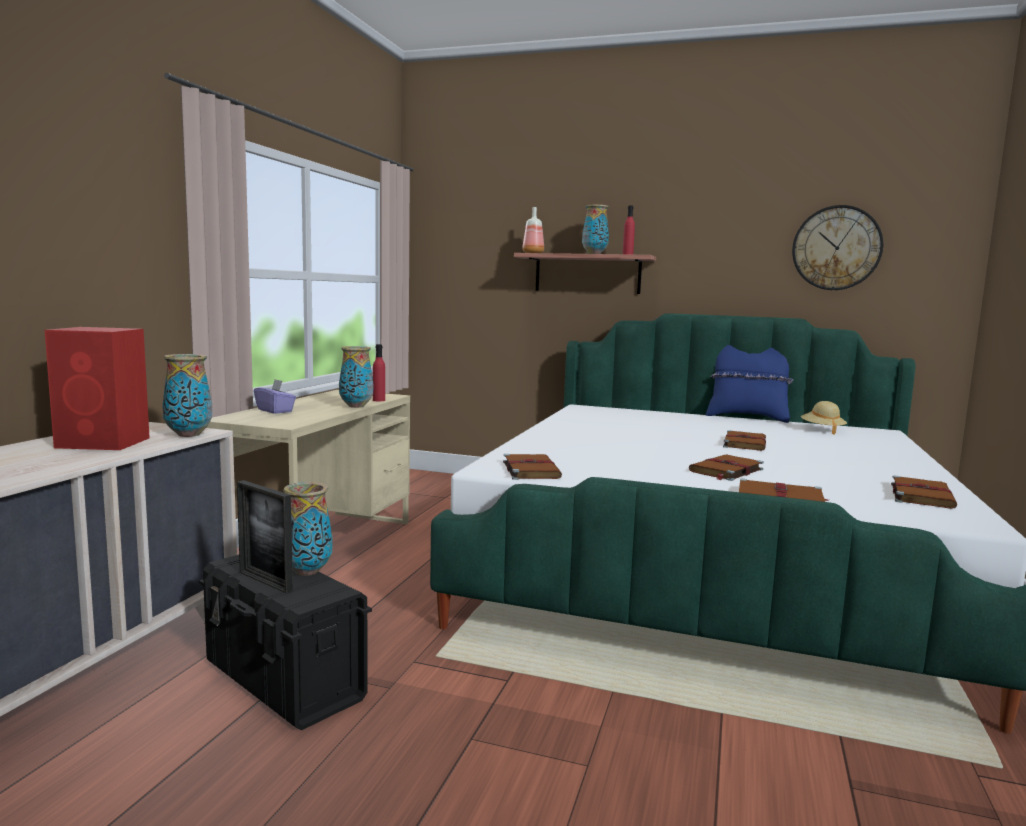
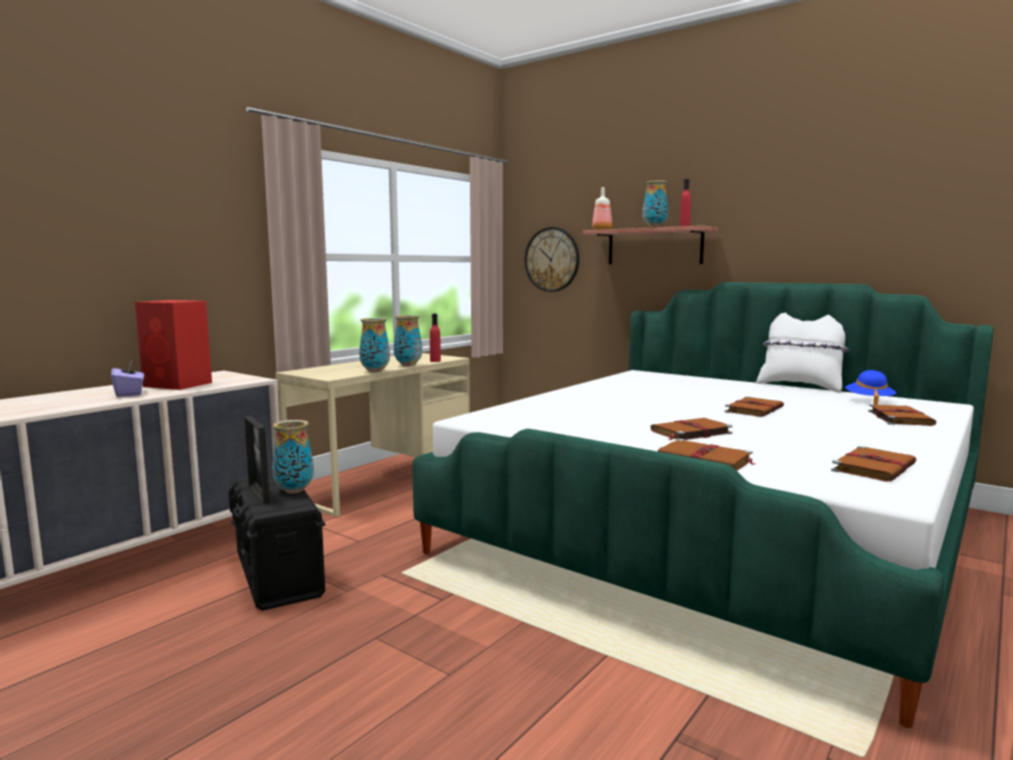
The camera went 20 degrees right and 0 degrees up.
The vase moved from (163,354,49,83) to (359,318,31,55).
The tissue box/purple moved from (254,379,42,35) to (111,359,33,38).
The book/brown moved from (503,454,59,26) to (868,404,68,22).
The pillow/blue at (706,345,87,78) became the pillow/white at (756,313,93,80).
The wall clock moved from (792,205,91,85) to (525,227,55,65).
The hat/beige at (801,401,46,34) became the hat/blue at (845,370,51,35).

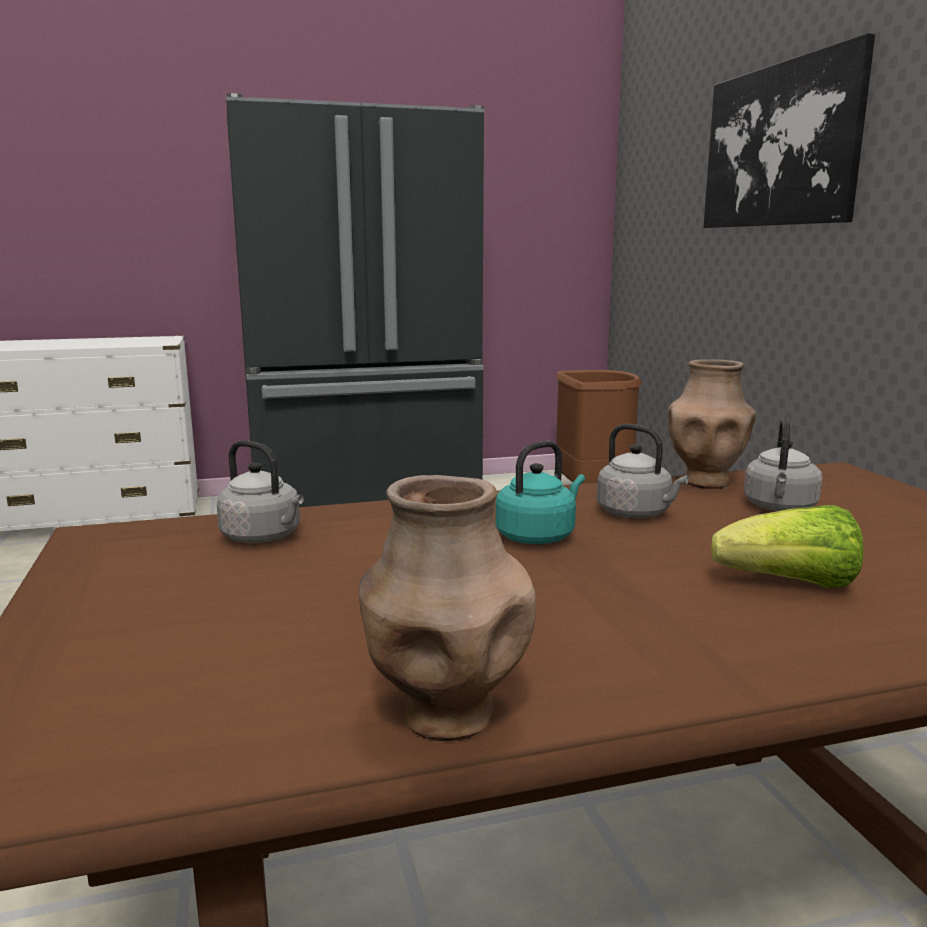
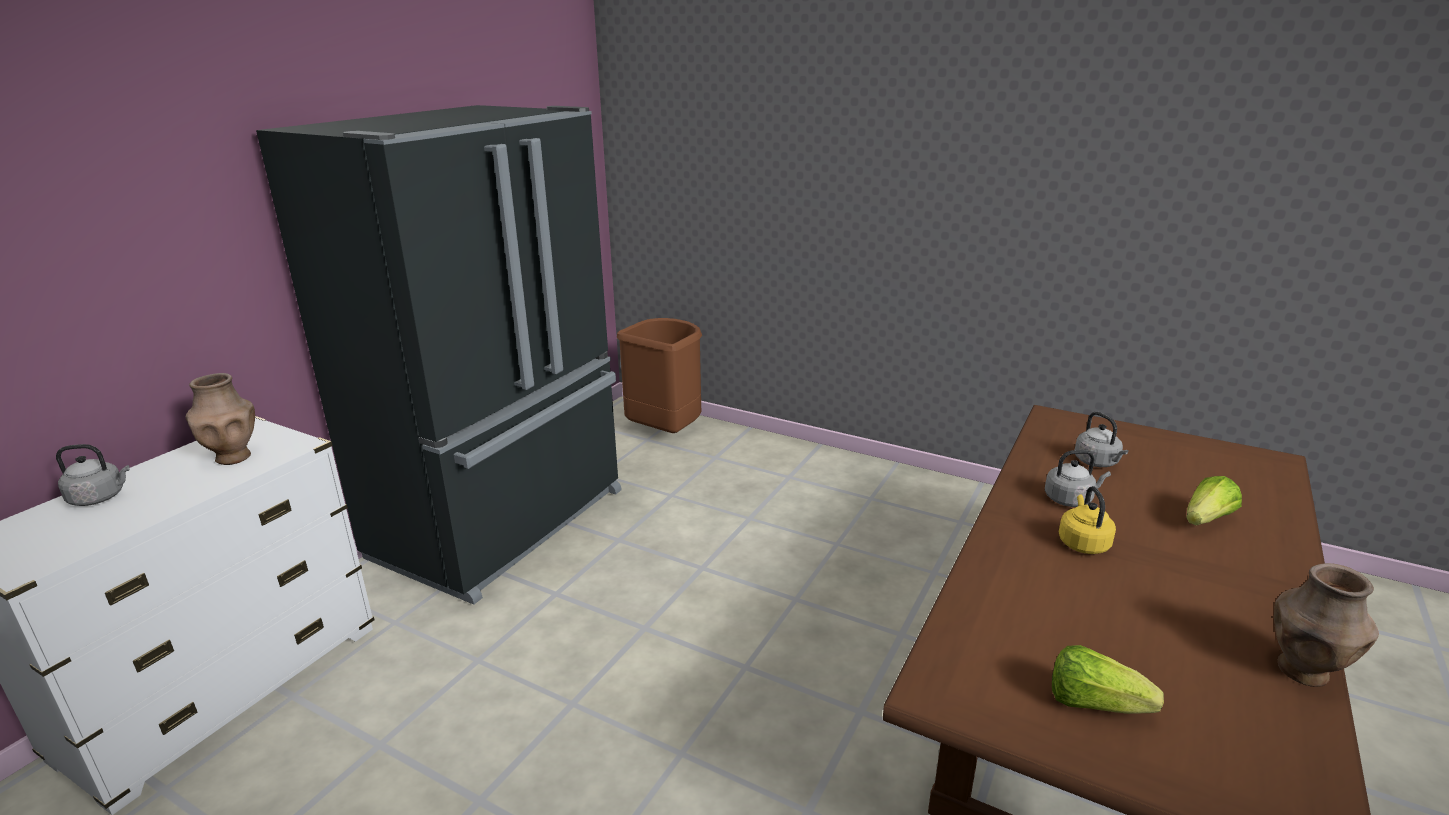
The camera went 45 degrees left and 10 degrees up.
The kettle/grey moved from (217,440,87,103) to (56,444,74,62).
The kettle/turquoise at (495,441,90,103) became the kettle/yellow at (1059,486,57,68).
The vase/brown moved from (668,359,88,130) to (186,373,69,92).
The picture at (703,33,172,195) disappeared.
The lettuce at (1052,645,112,69) appeared.

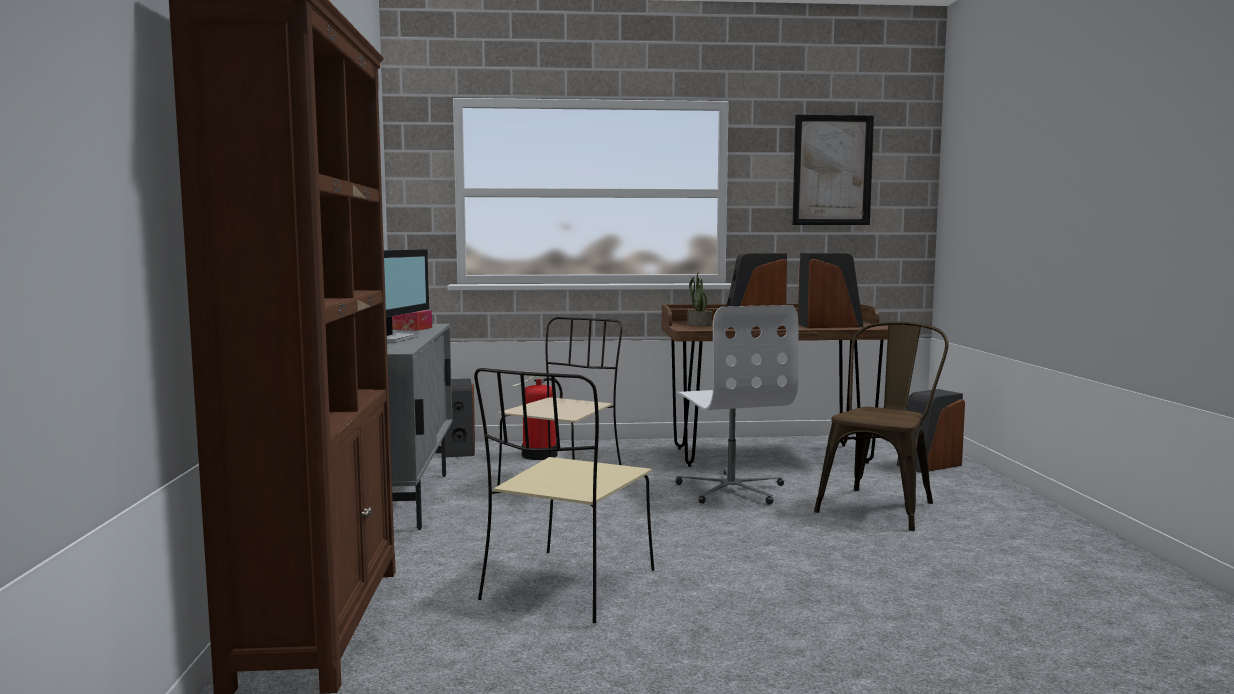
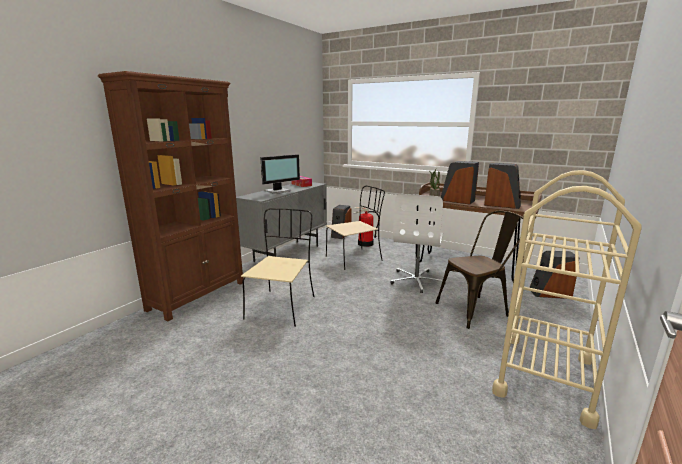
The camera went 35 degrees right and 10 degrees up.
The chair/beige at (474,368,180,255) turned 135 degrees clockwise.
The picture at (792,114,82,111) disappeared.
The cart/beige at (492,170,150,259) appeared.

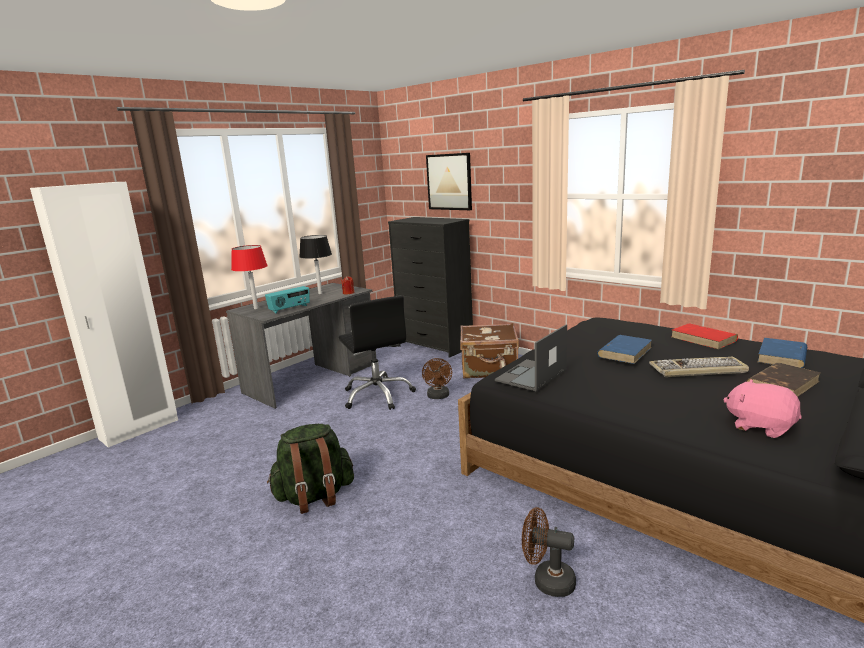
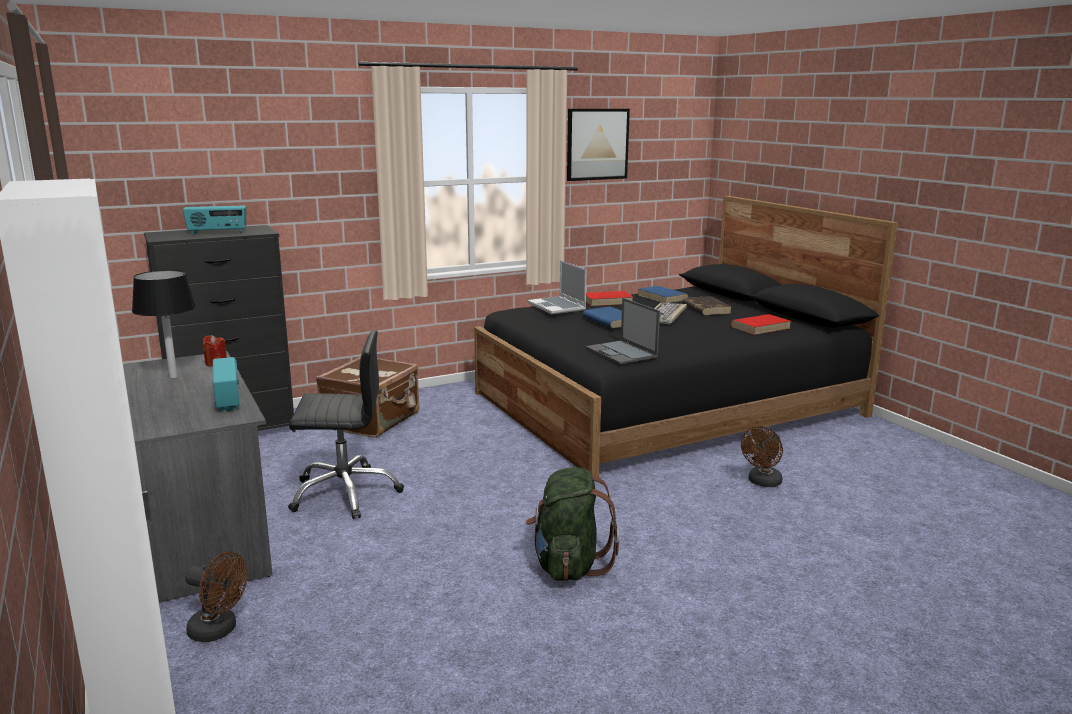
The camera went 70 degrees left and 0 degrees up.
The table lamp/red at (231,245,37,65) disappeared.
The fan/brown moved from (422,358,30,41) to (185,552,62,90).
The picture moved from (426,153,46,57) to (567,109,63,72).
The plush toy/pink at (723,379,79,59) was replaced by the book/red at (730,314,61,21).
The radio at (183,205,63,29) appeared.
The laptop at (528,260,59,54) appeared.

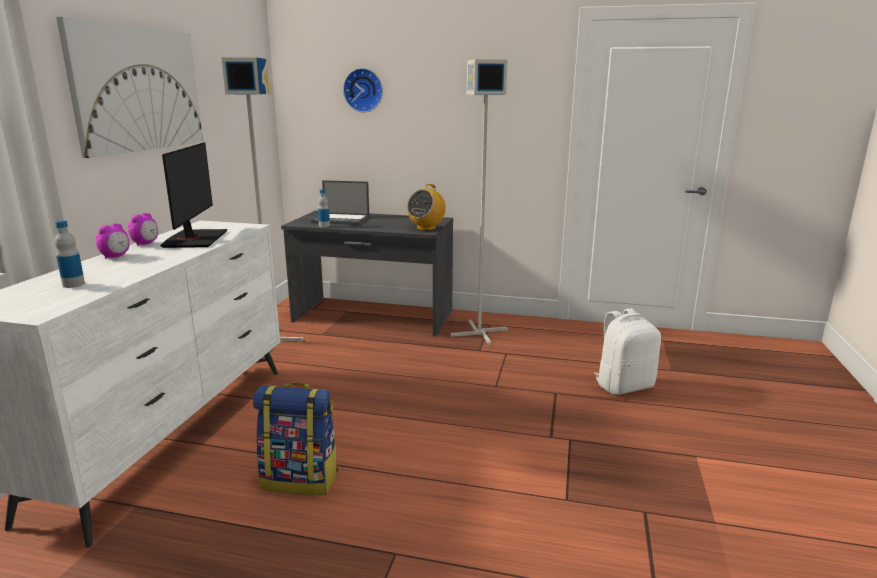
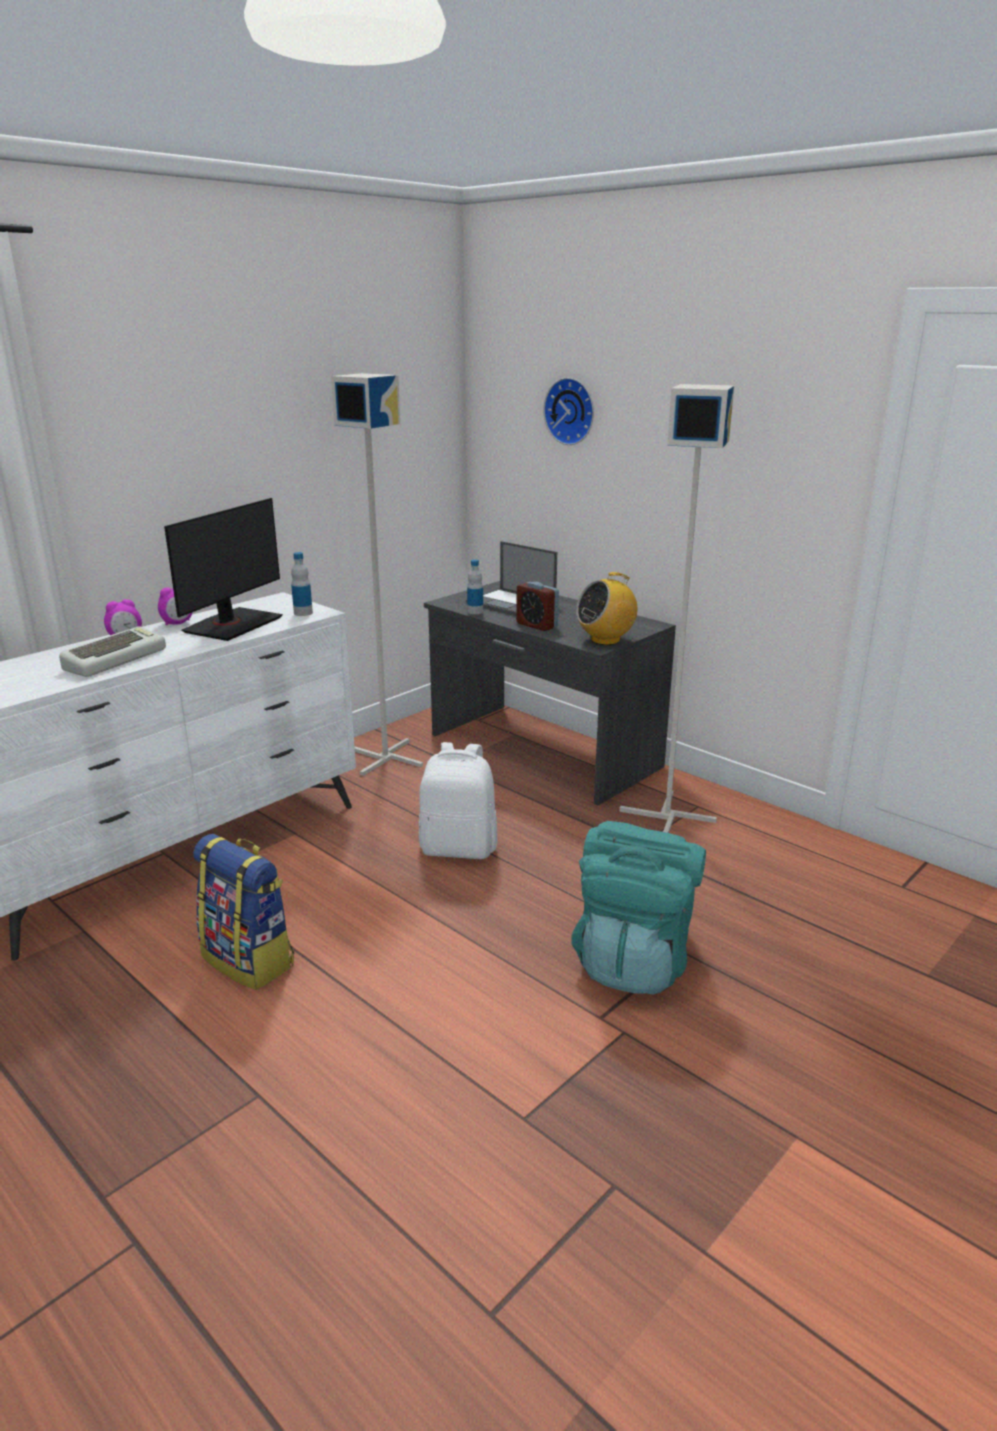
The camera went 30 degrees right and 5 degrees up.
The bottle moved from (55,220,30,68) to (291,552,22,64).
The picture at (56,16,147,142) disappeared.
The backpack/white moved from (594,308,67,87) to (419,742,79,117).
The keyboard at (59,626,107,51) appeared.
The alarm clock at (516,582,43,49) appeared.
The backpack/turquoise at (571,821,135,174) appeared.

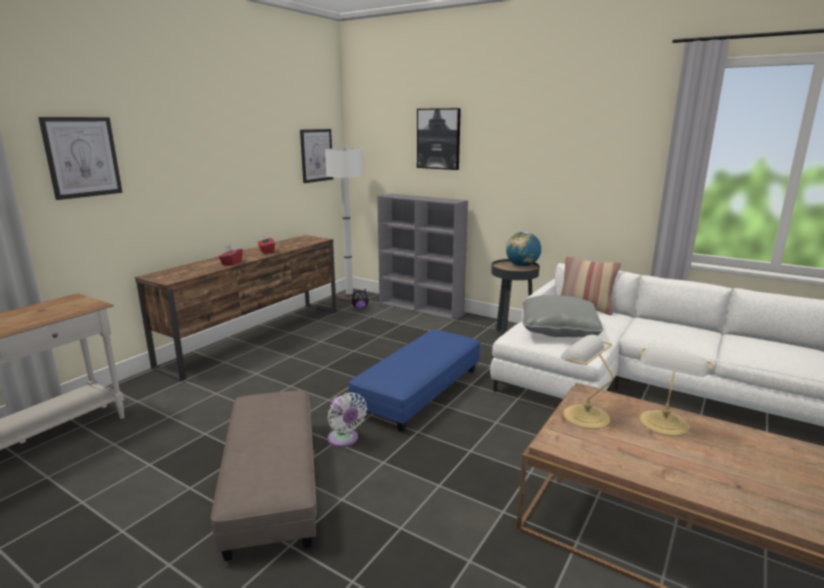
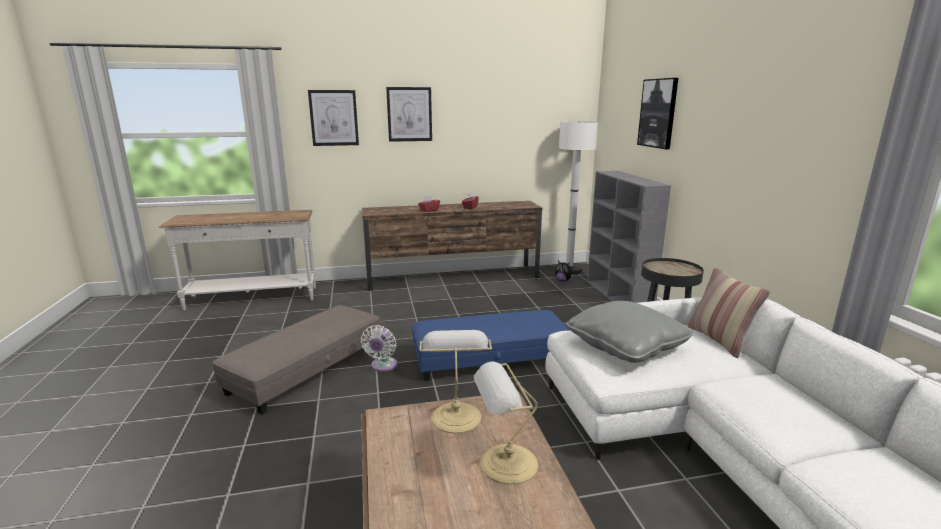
The camera went 45 degrees right and 0 degrees up.
The picture moved from (300,129,33,54) to (386,87,46,55).
The globe at (506,232,35,35) disappeared.

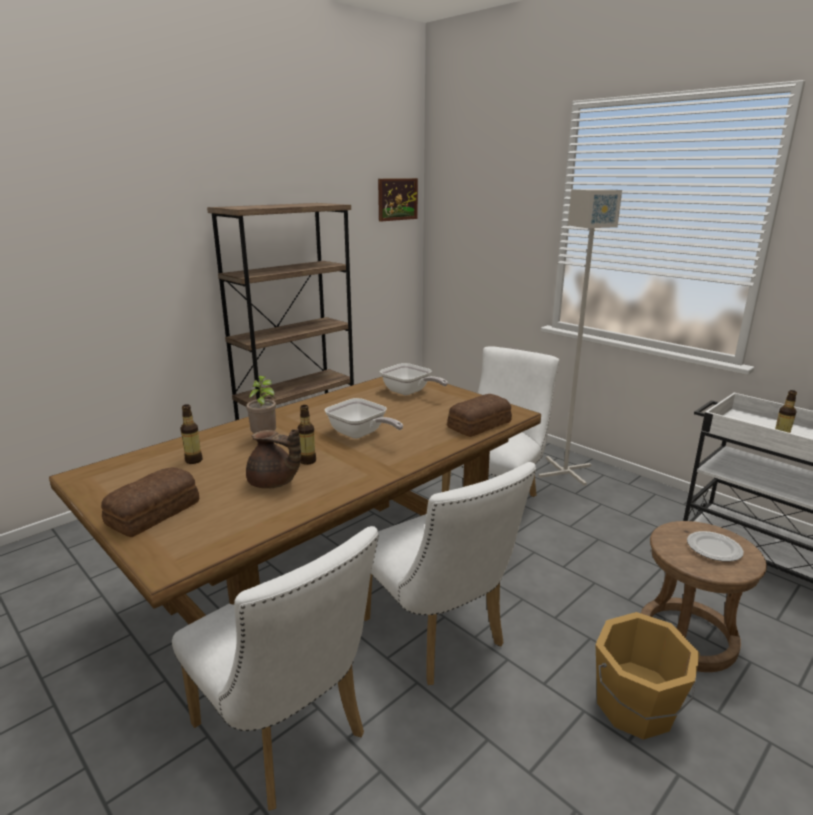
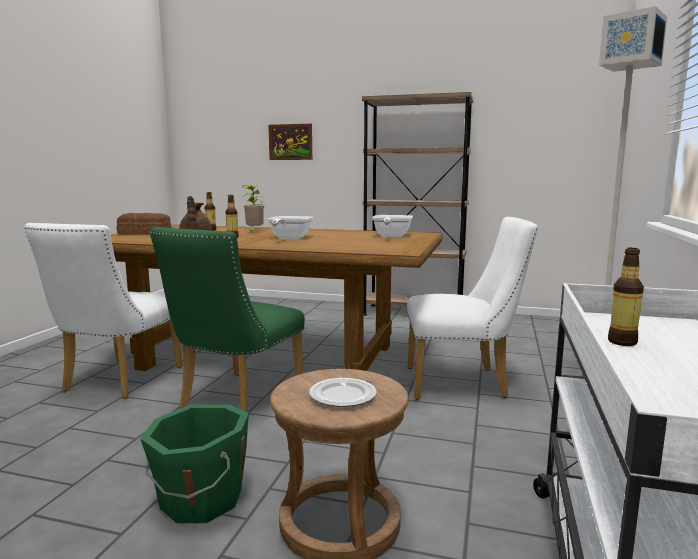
The camera went 60 degrees right and 10 degrees down.
The chair/white at (364,462,173,223) became the chair/green at (149,227,156,185).
The picture moved from (378,178,40,44) to (268,124,44,36).
The bread at (447,394,65,43) disappeared.
The bucket/orange at (595,612,105,128) became the bucket/green at (140,404,109,119).

